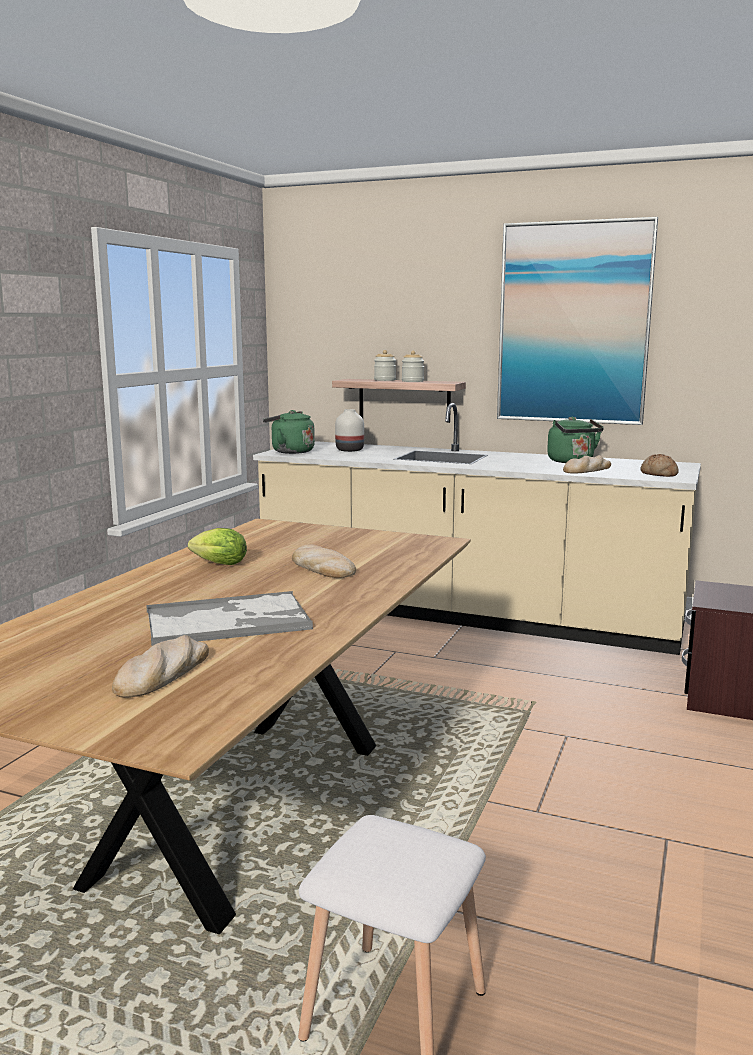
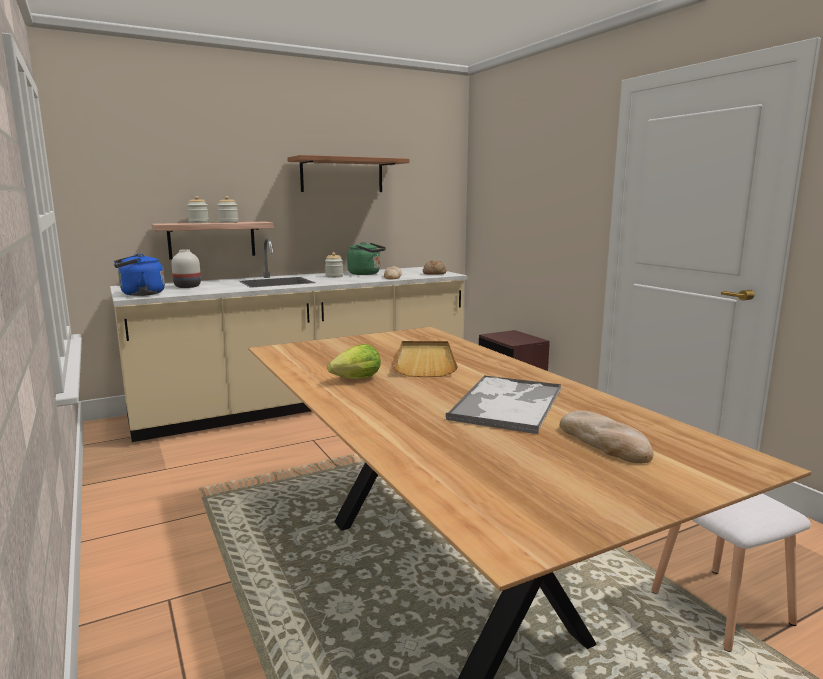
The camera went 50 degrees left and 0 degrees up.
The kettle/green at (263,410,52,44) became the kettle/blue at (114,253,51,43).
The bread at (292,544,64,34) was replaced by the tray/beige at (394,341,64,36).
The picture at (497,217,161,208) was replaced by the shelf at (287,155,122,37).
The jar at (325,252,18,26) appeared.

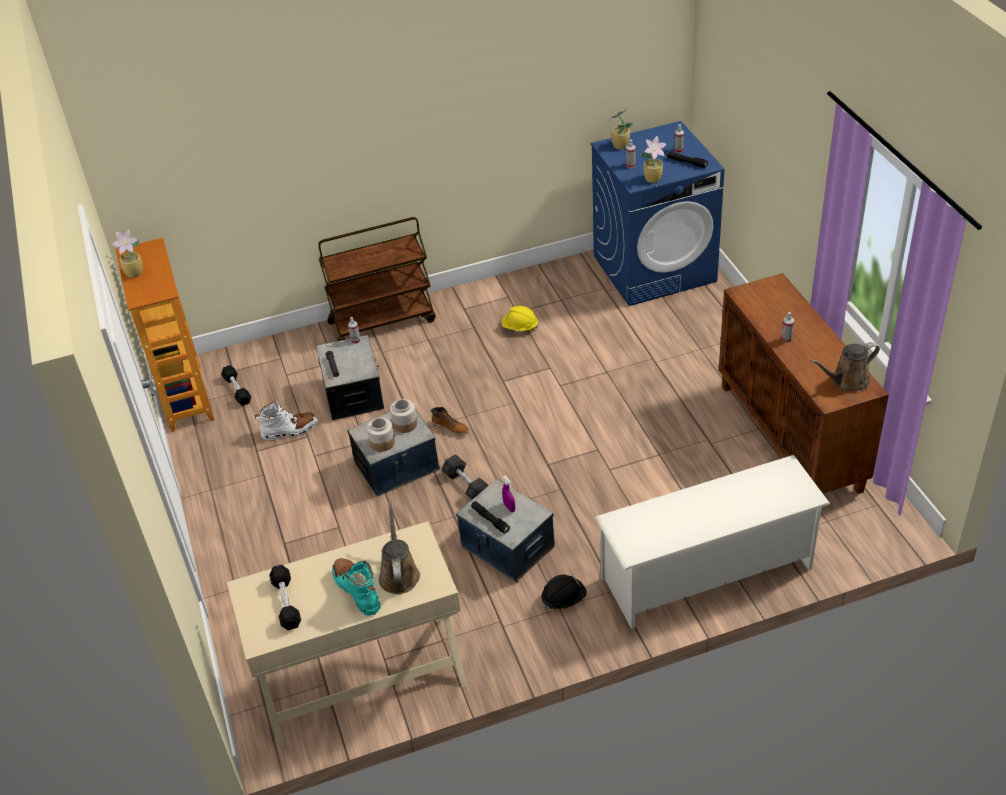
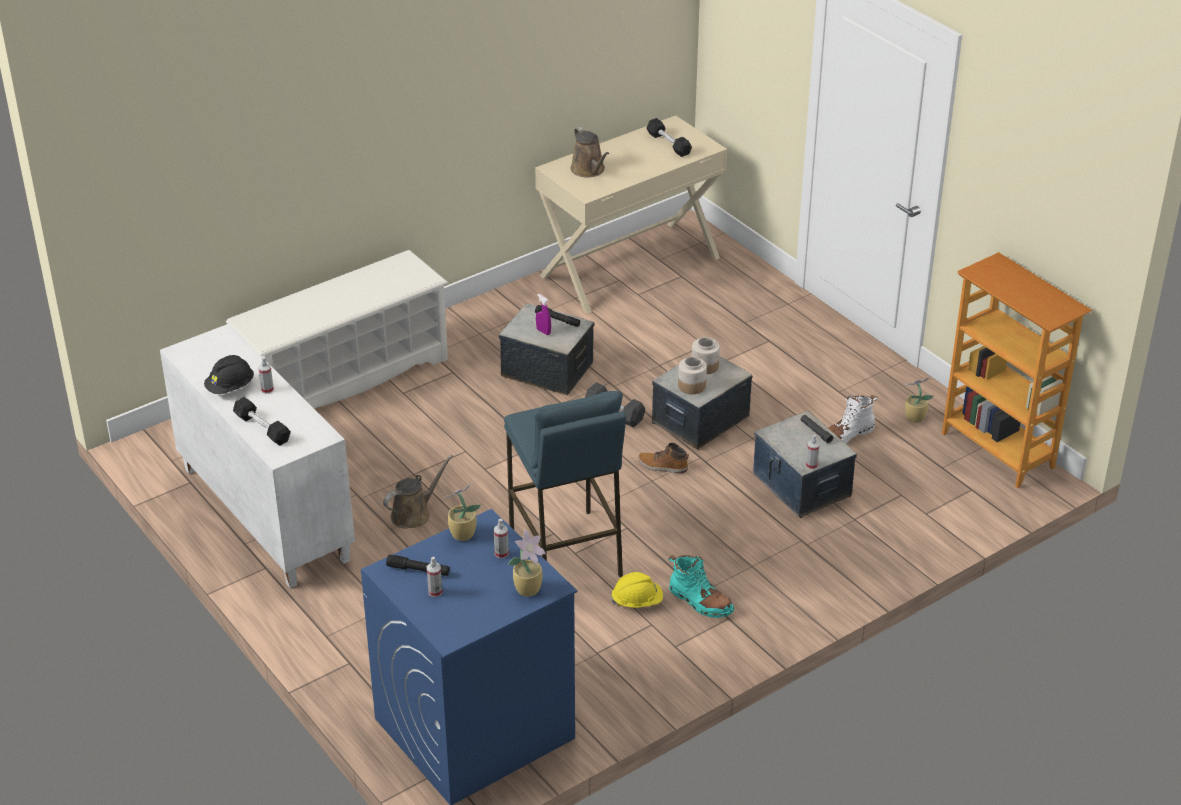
The camera went 160 degrees right and 5 degrees down.
The potted plant moved from (111,230,32,48) to (905,377,29,46).
The dumbbell/black moved from (221,365,30,41) to (233,397,58,49).
The cart/brown at (318,217,118,124) disappeared.
The boot/turquoise moved from (332,558,48,58) to (668,555,66,63).
The hard hat/black moved from (542,575,45,35) to (204,355,50,39).
The cabinet/brown at (719,273,170,221) became the cabinet/white at (160,324,195,264).
The watering can/brown moved from (811,342,69,49) to (383,455,70,74).
The stool/blue at (504,391,122,186) appeared.

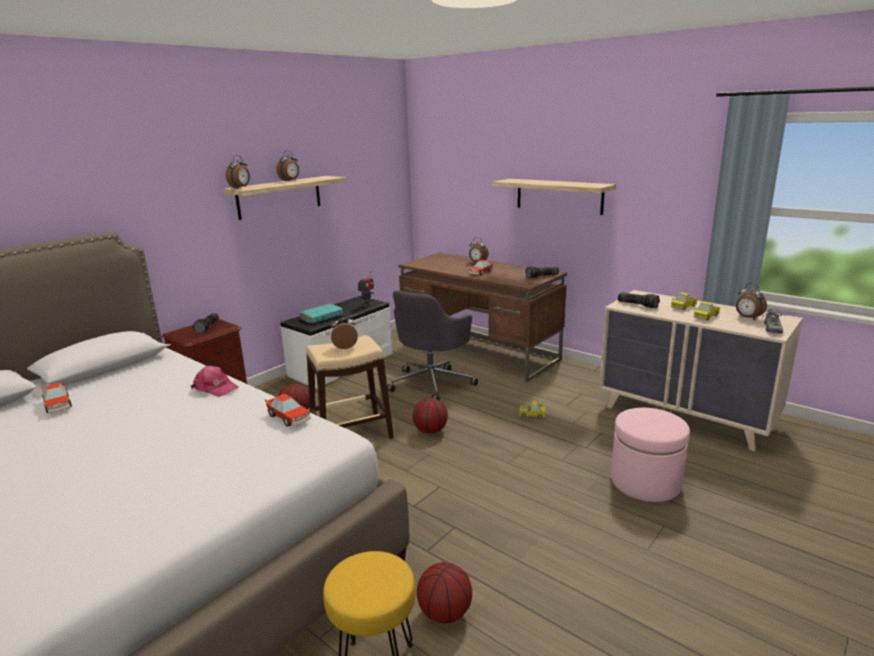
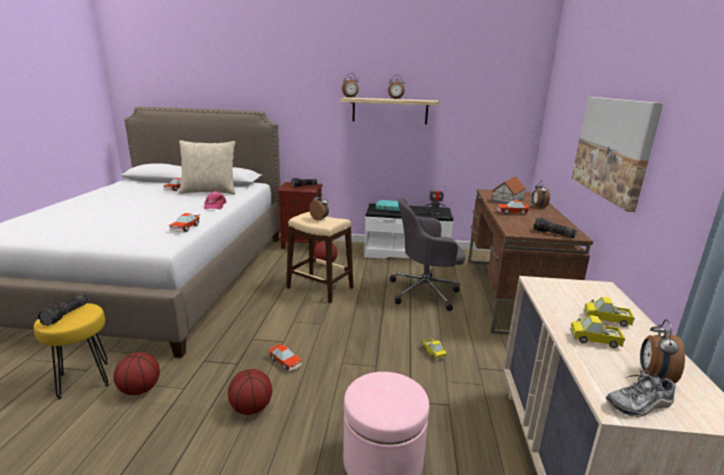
The camera went 55 degrees right and 0 degrees up.
The basketball moved from (413,398,35,36) to (228,369,44,46).
The shelf at (492,179,124,36) was replaced by the picture at (572,97,91,115).
The flashlight moved from (618,292,42,16) to (38,294,50,32).
The pillow/beige at (179,140,56,54) appeared.
The toy car at (268,342,34,29) appeared.
The toy house at (491,176,35,28) appeared.

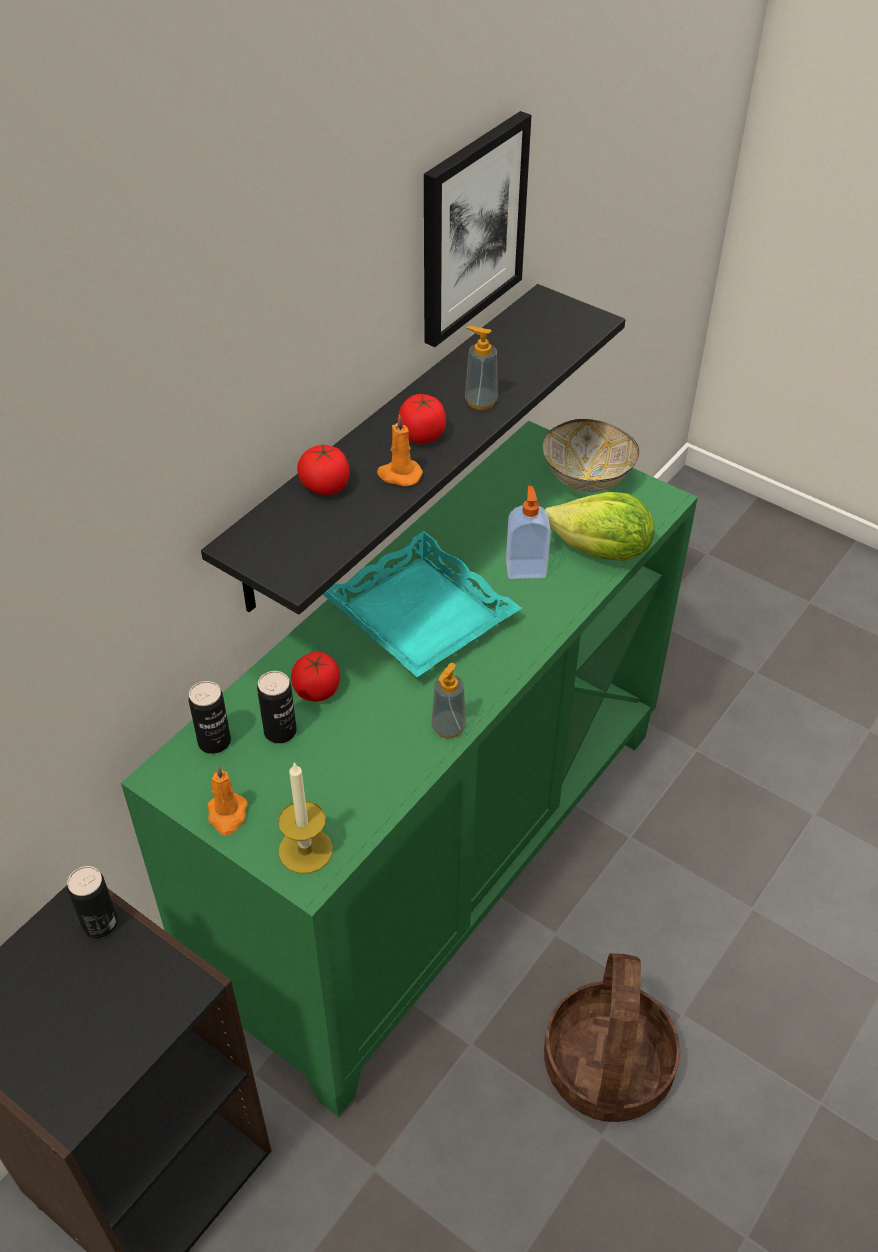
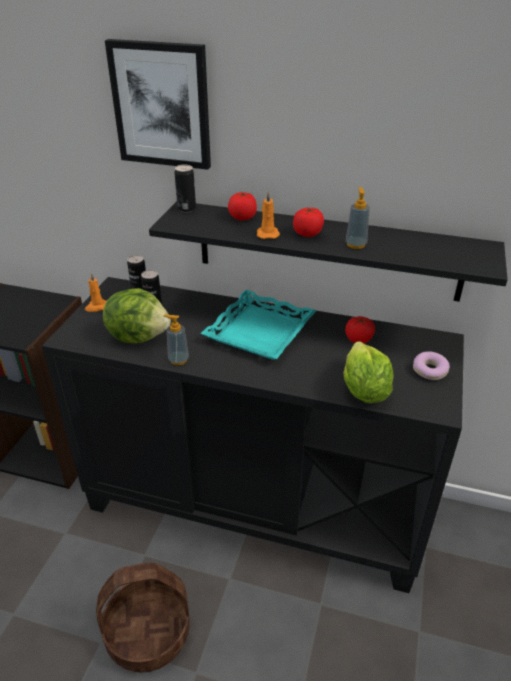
The camera went 70 degrees right and 10 degrees down.
The can moved from (67,866,51,72) to (174,164,22,49).
The cabinet/green at (121,421,577,696) became the cabinet/black at (42,277,422,316).
The candle at (278,762,55,112) disappeared.
The tomato moved from (291,652,49,50) to (345,316,30,27).
The picture moved from (424,111,108,236) to (105,39,106,131).
The soap dispenser at (506,486,45,93) disappeared.
The bowl at (543,419,97,74) was replaced by the donut at (413,351,37,29).
The lettuce at (103,288,68,56) appeared.

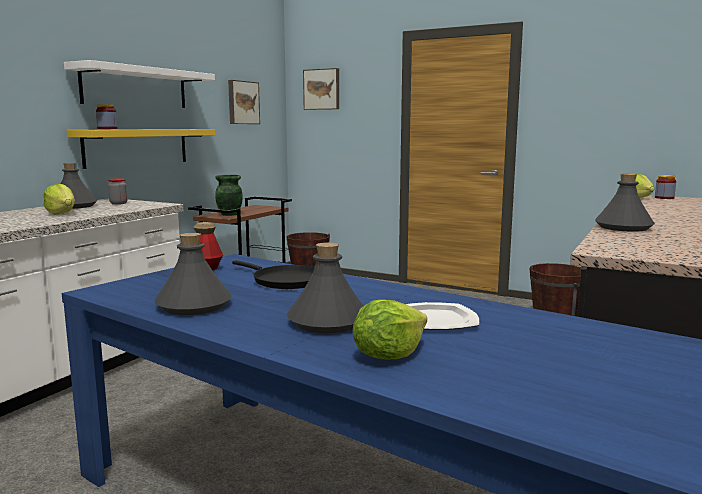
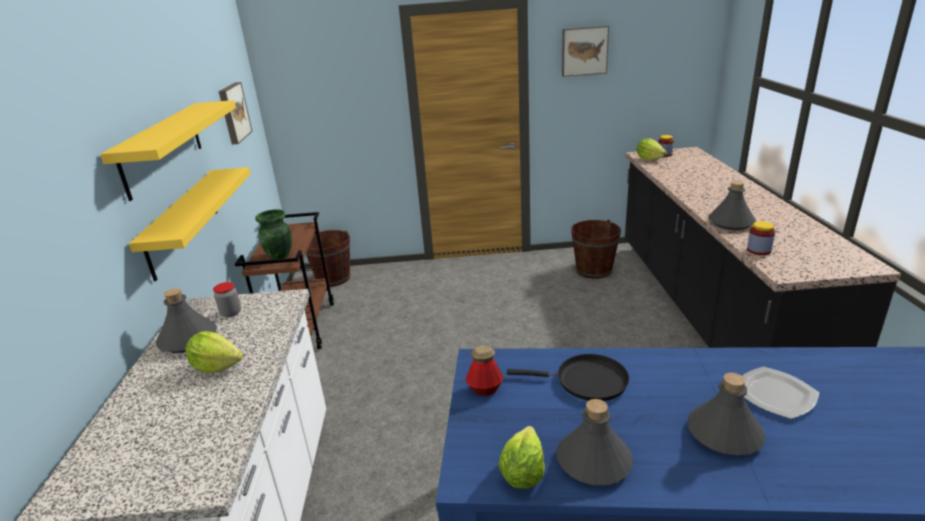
The camera went 30 degrees left and 15 degrees up.
The shelf/white at (64,60,151,48) became the shelf/yellow at (100,100,136,101).
The jar moved from (96,104,22,25) to (747,221,28,34).
The picture moved from (303,68,36,42) to (562,26,47,51).
The lettuce moved from (352,300,75,59) to (498,426,47,63).

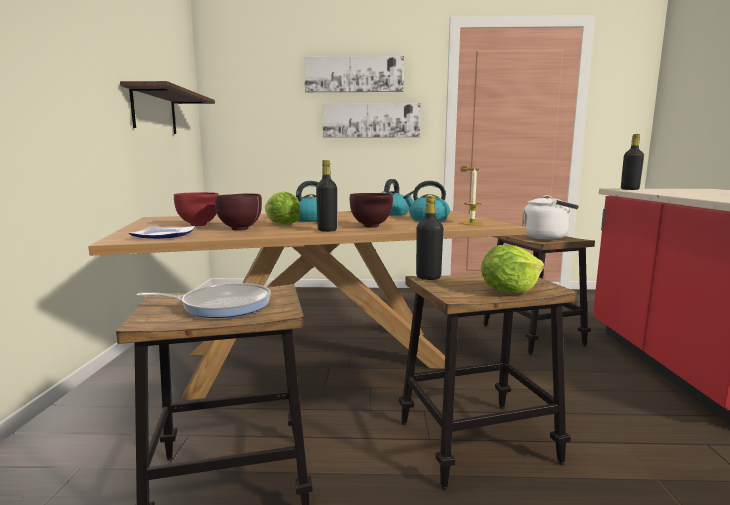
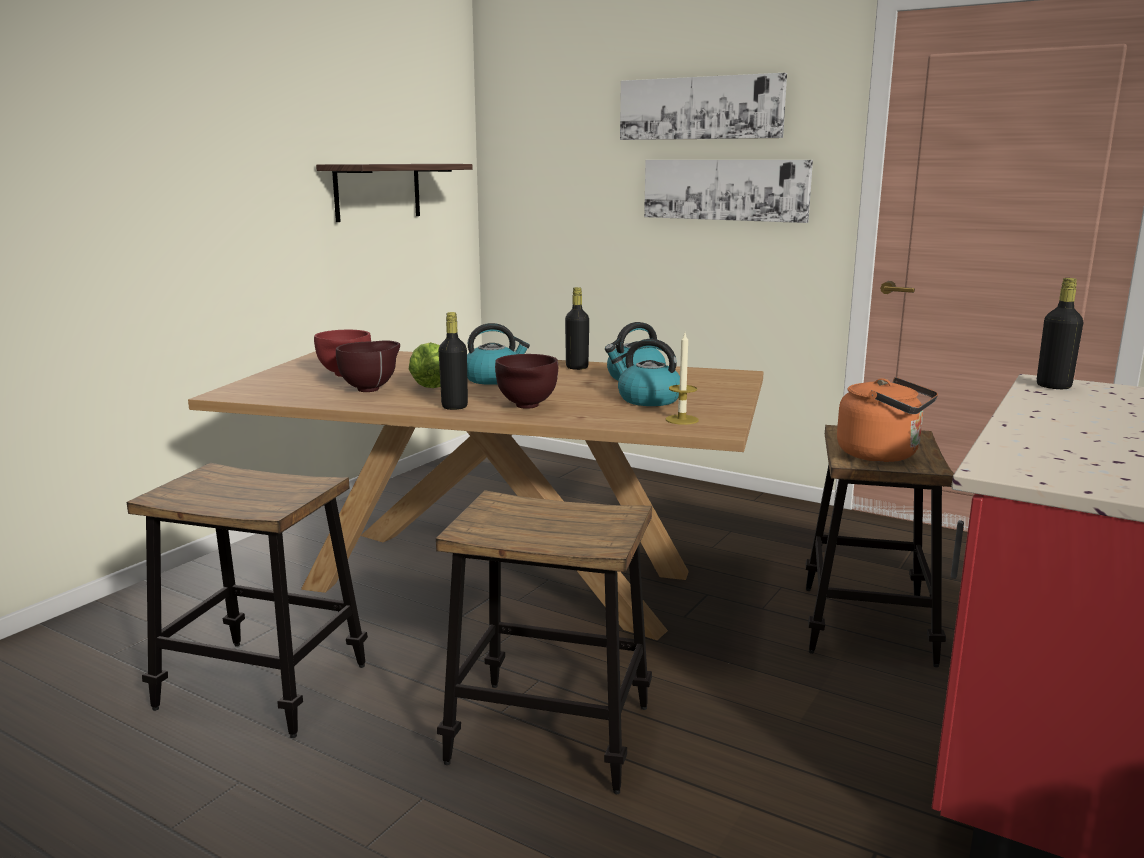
The camera went 30 degrees right and 5 degrees up.
The plate at (129,226,66,13) disappeared.
The frying pan at (136,283,135,35) disappeared.
The bottle/black moved from (416,195,27,85) to (565,287,24,83).
The lettuce at (481,245,63,48) disappeared.
The kettle/white at (522,195,57,45) became the kettle/orange at (837,377,101,85).

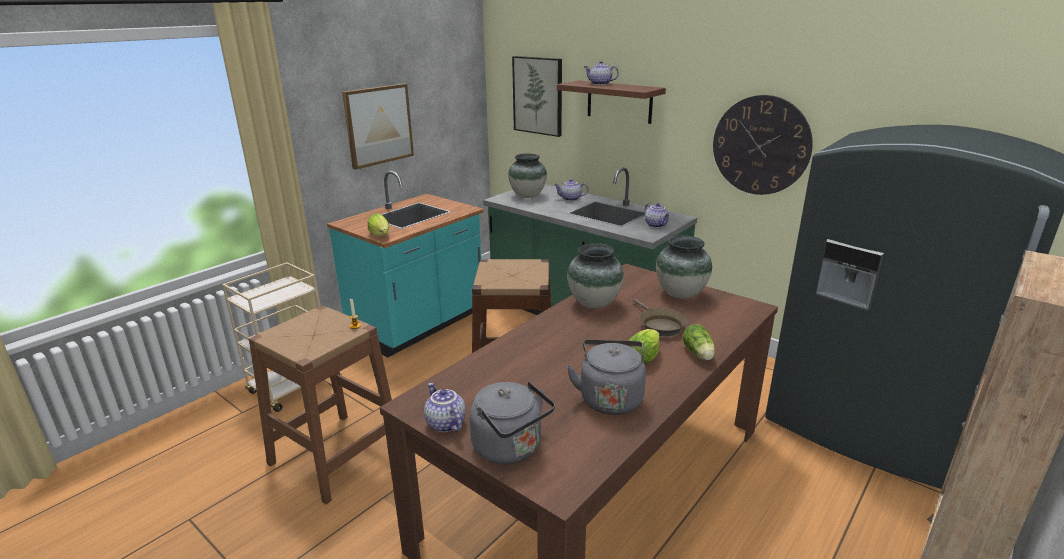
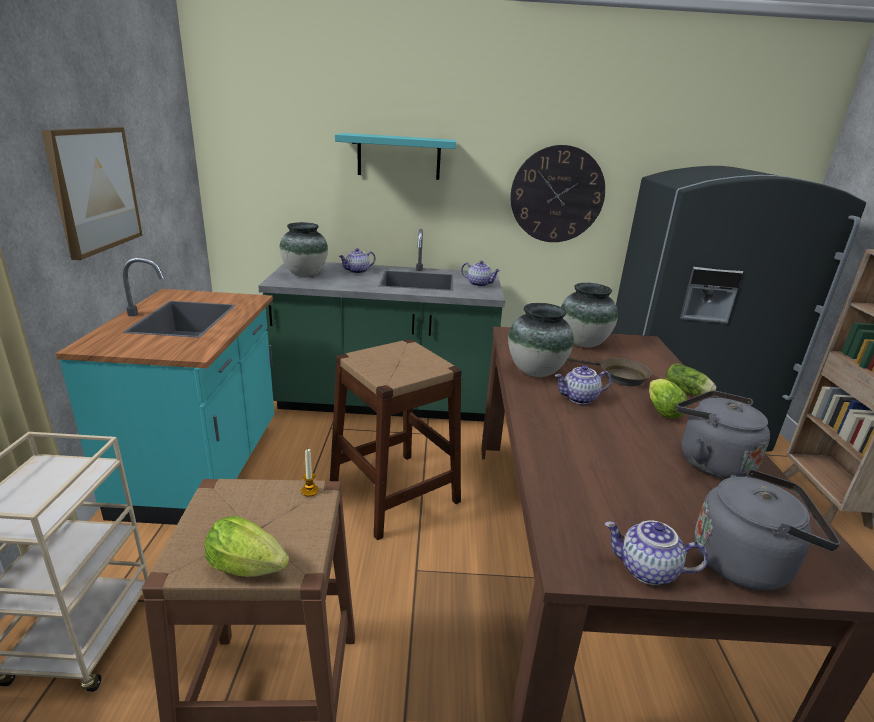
The camera went 40 degrees left and 0 degrees up.
The lettuce moved from (367,213,22,24) to (204,516,85,61).
The picture at (512,56,50,81) disappeared.
The shelf/brown at (557,81,109,43) became the shelf/turquoise at (335,133,121,47).
The teapot moved from (584,61,35,24) to (555,365,57,40).

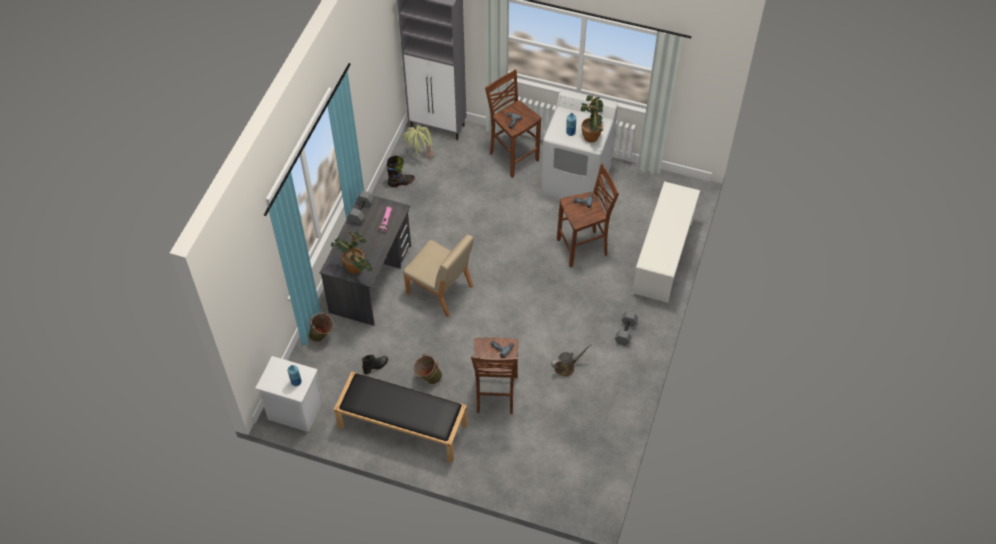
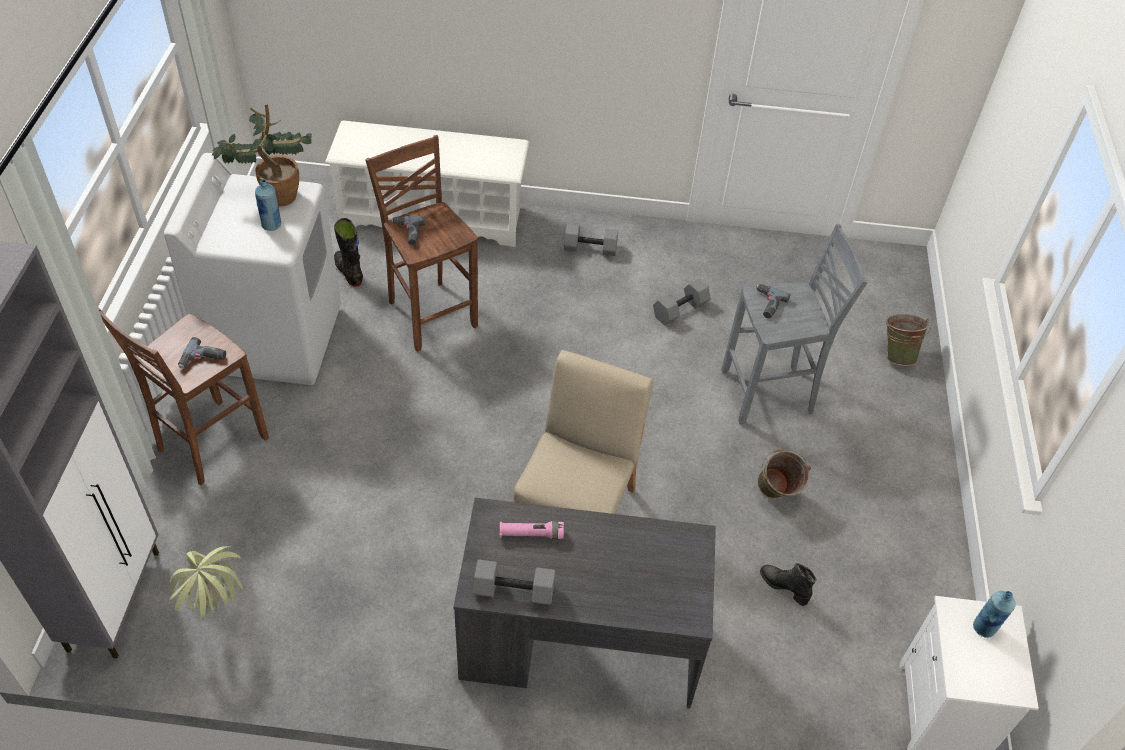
The camera went 105 degrees left and 5 degrees down.
The bucket/green moved from (309,312,25,30) to (886,314,45,52).
The potted plant at (331,231,42,43) disappeared.
The bench/black at (334,371,134,92) disappeared.
The boot/black moved from (387,155,28,32) to (334,218,29,69).
The stool/brown at (471,338,48,76) became the stool/grey at (721,224,147,201).
The watering can/brown at (551,344,41,32) was replaced by the dumbbell/grey at (653,279,58,46).

